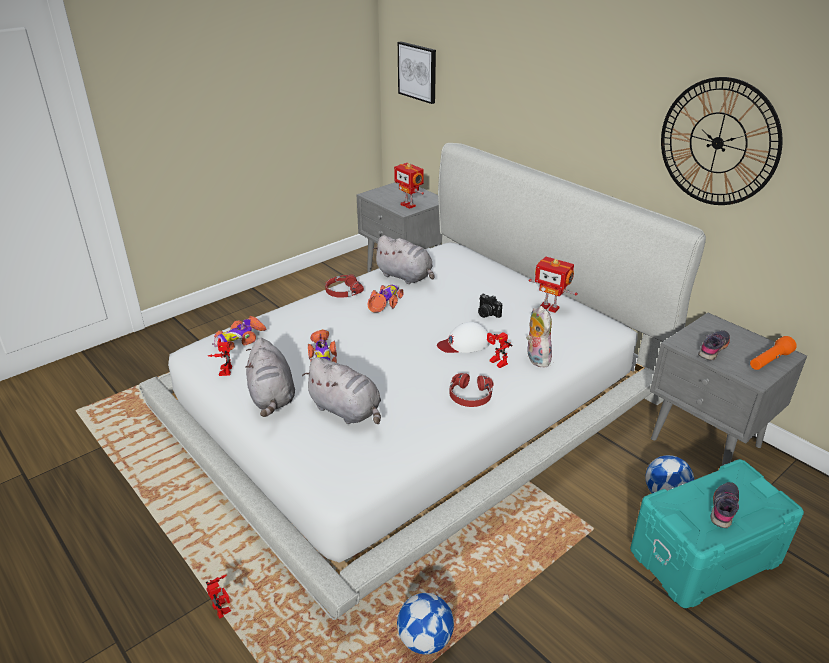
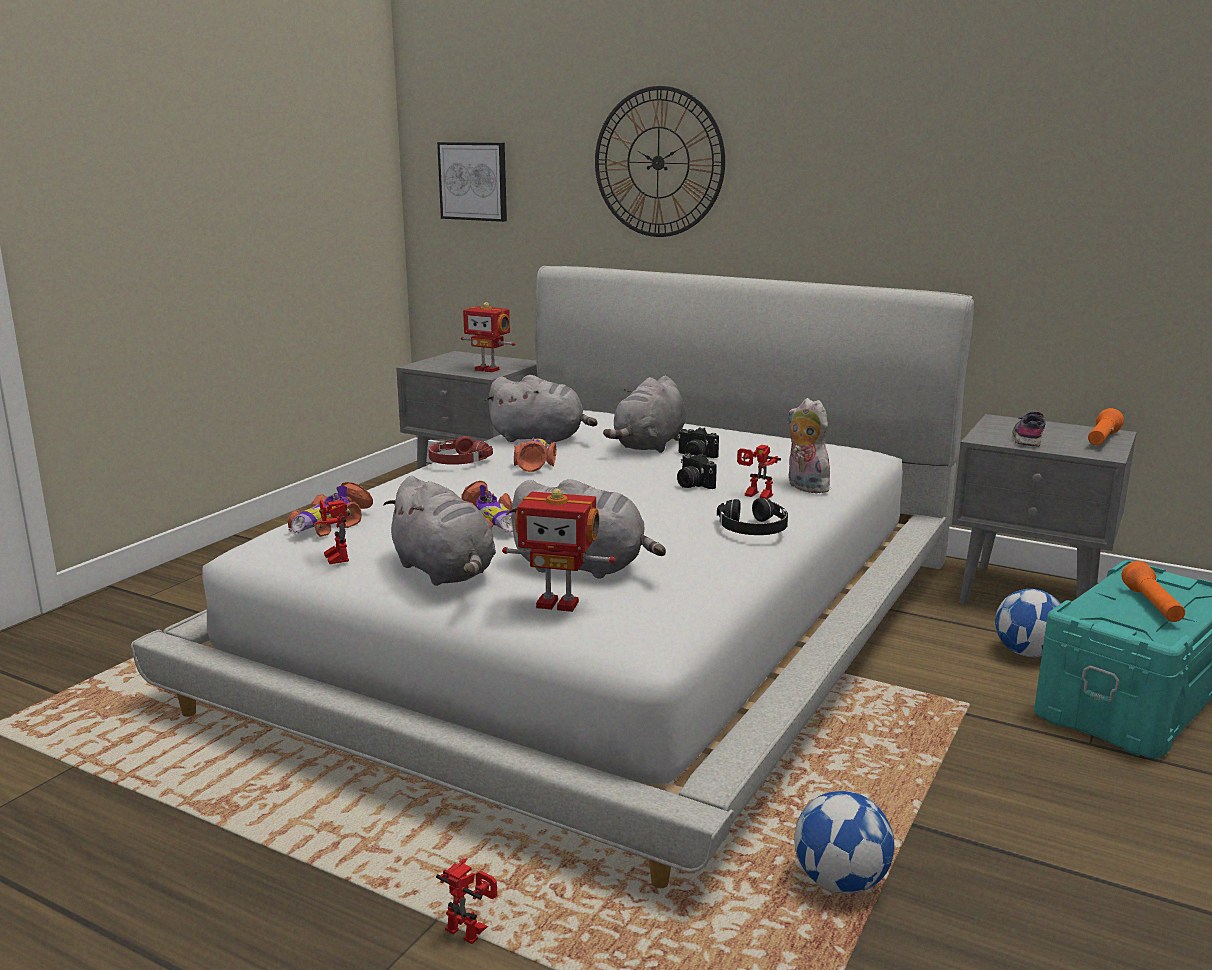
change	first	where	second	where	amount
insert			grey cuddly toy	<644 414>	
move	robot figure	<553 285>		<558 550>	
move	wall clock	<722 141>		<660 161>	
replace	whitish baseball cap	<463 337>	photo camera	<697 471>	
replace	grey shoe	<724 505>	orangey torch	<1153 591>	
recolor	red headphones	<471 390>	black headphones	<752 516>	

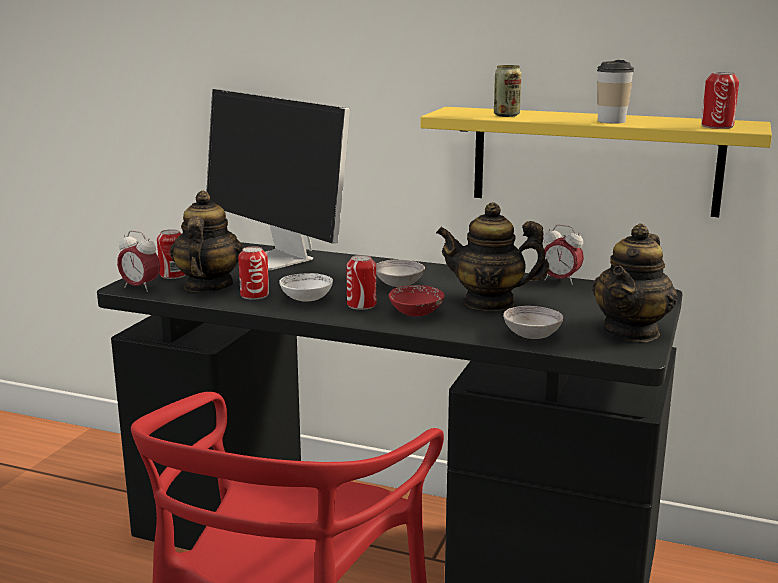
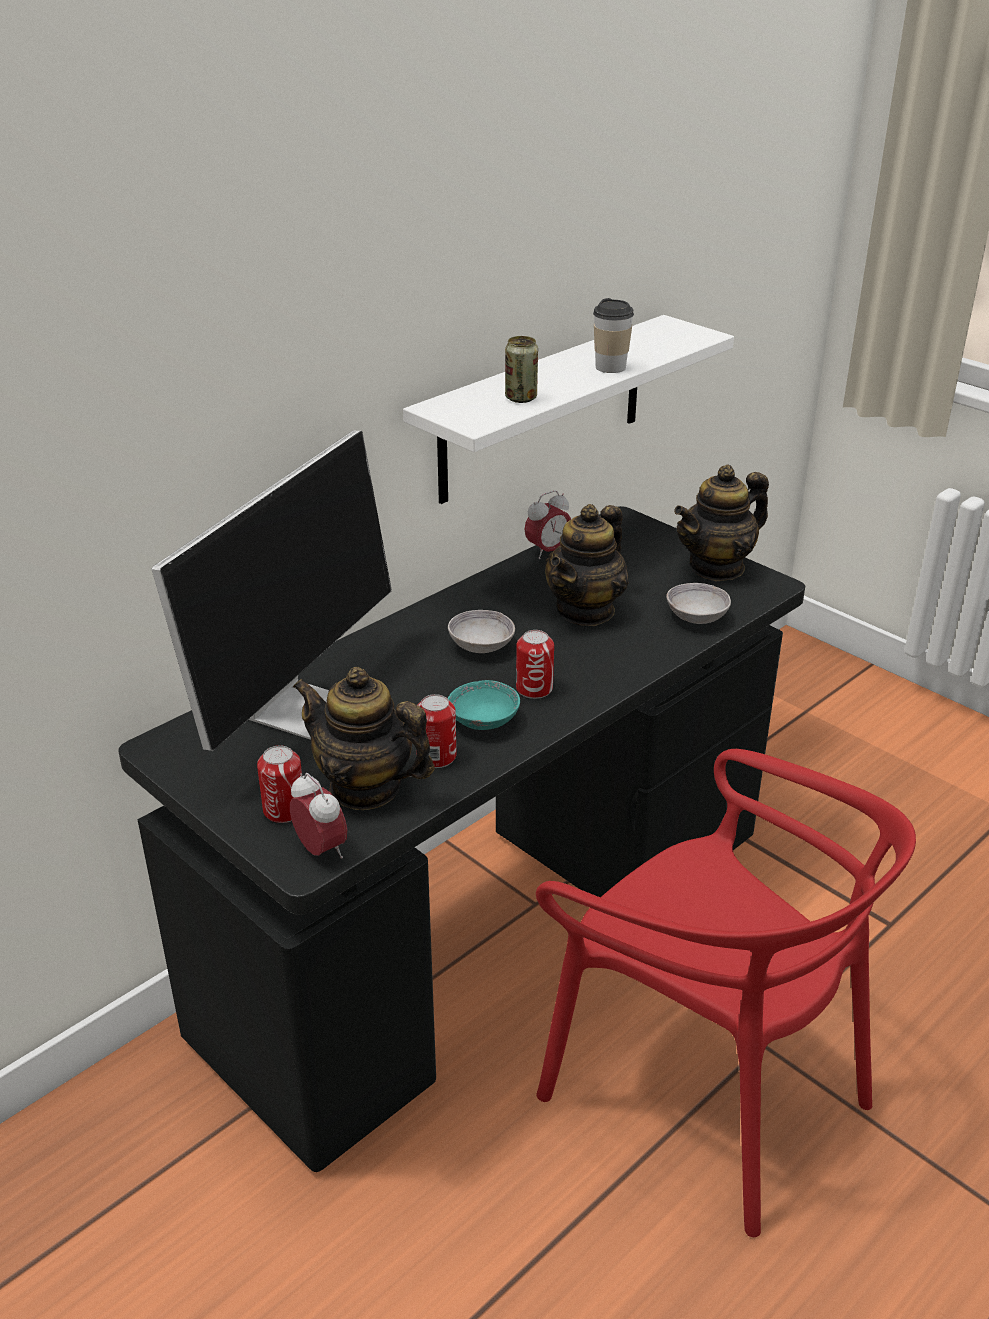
change	first	where	second	where	amount
delete	red bowl	<416 300>			
delete	sealed can	<720 100>			
recolor	whitish bowl	<306 287>	turquoise bowl	<484 705>	
recolor	yellowish bracket shelf	<596 162>	whitish bracket shelf	<568 409>	
rotate	table clock	<138 261>		<318 816>	90 degrees counterclockwise
rotate	monitor	<278 179>		<271 591>	45 degrees counterclockwise
rotate	teapot	<634 282>		<721 523>	90 degrees clockwise

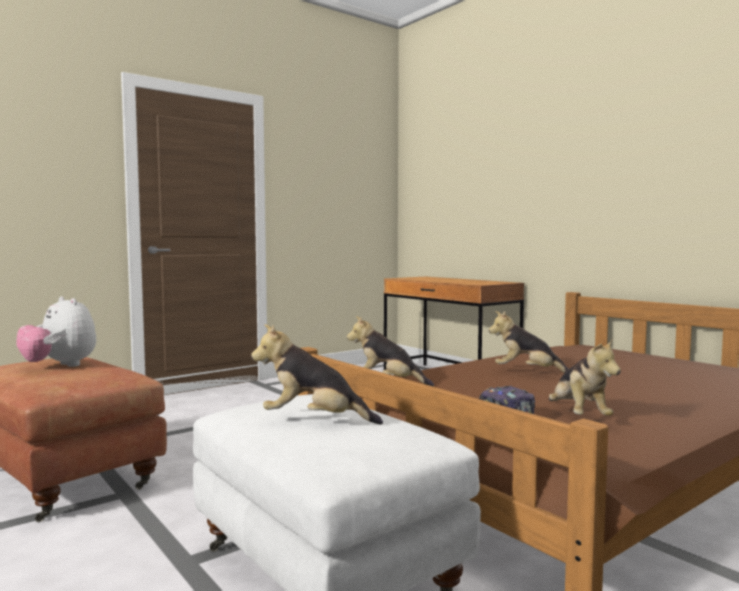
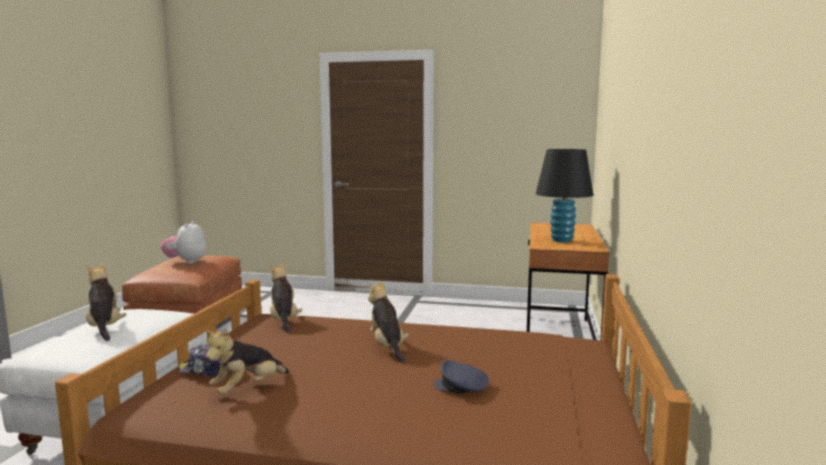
change	first	where	second	where	amount
insert			grey baseball cap	<461 377>	
insert			black tabletop lamp	<564 196>	

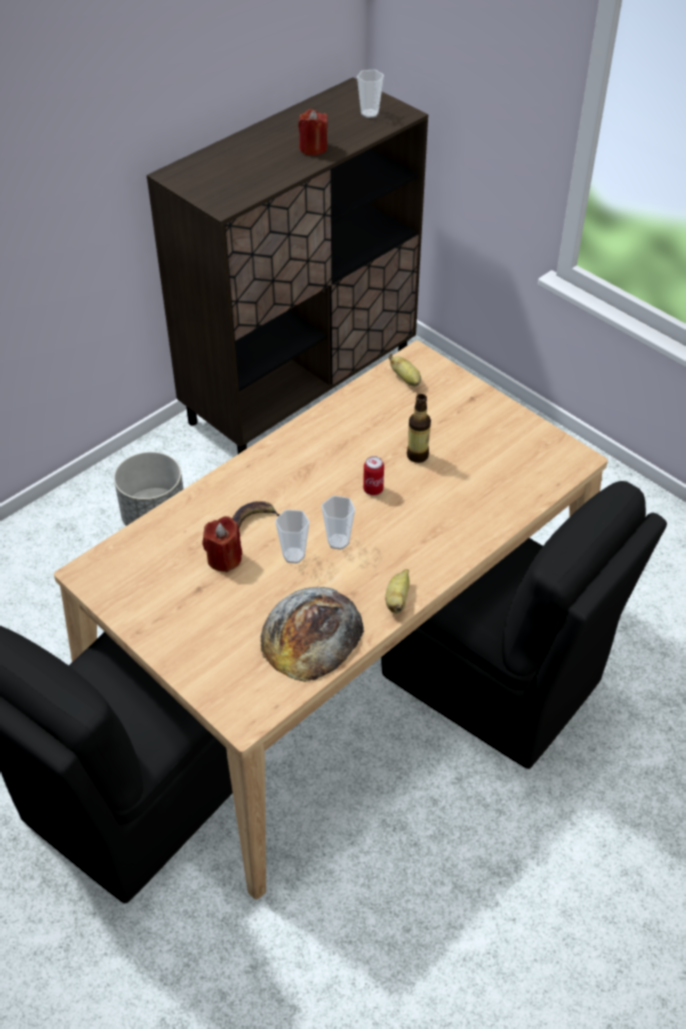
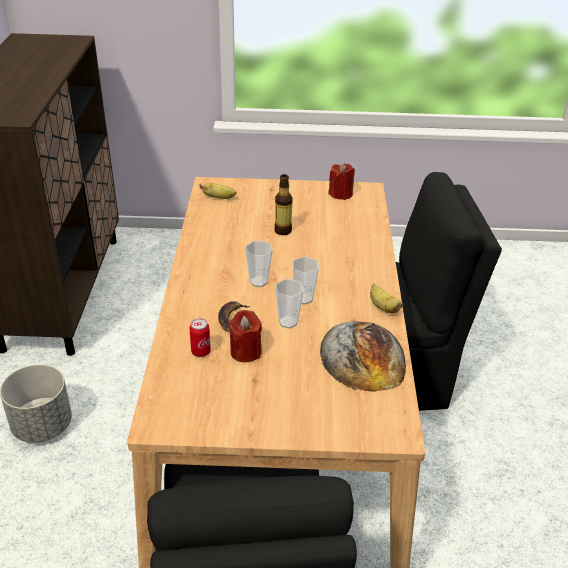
change	first	where	second	where	amount
move	red wax light	<313 132>		<341 181>	
move	cup	<370 94>		<259 264>	
move	sealed can	<373 475>		<200 337>	

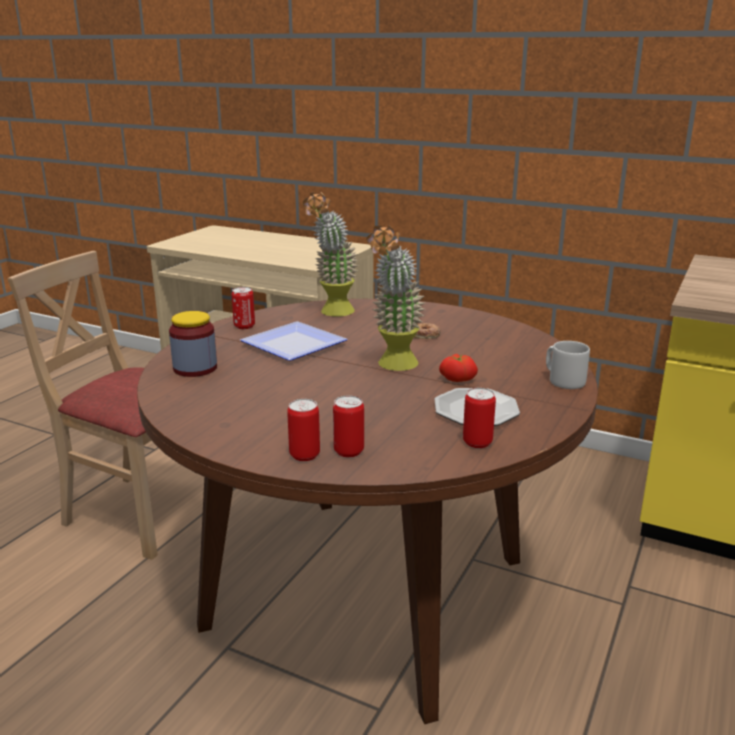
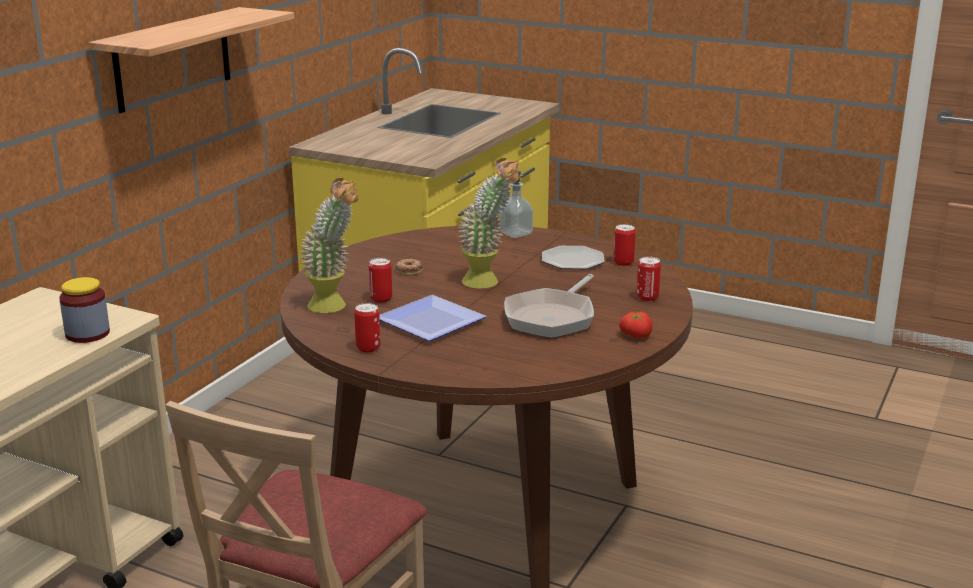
change	first	where	second	where	amount
insert			bracket shelf	<191 60>	
insert			pan	<549 306>	
move	storage jar	<193 344>		<84 310>	
move	sealed can	<303 430>		<380 280>	
move	tomato	<458 368>		<636 325>	
replace	grey mug	<568 365>	soap bottle	<516 204>	

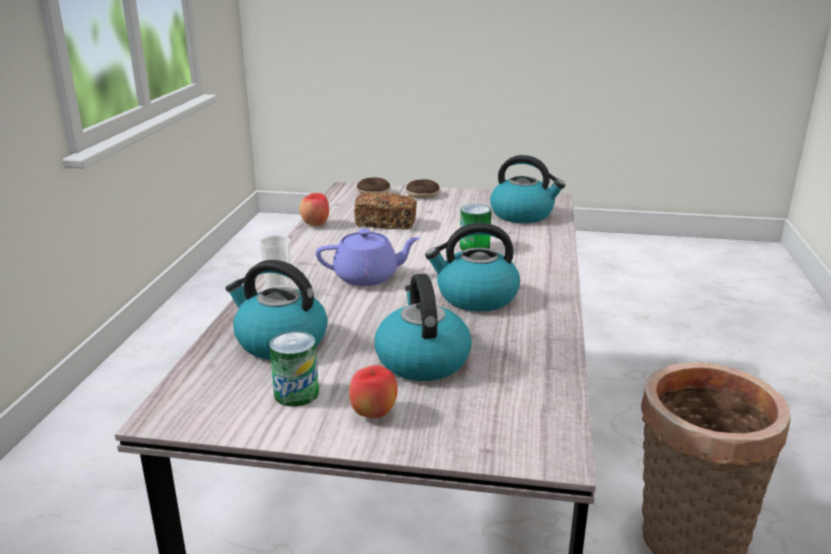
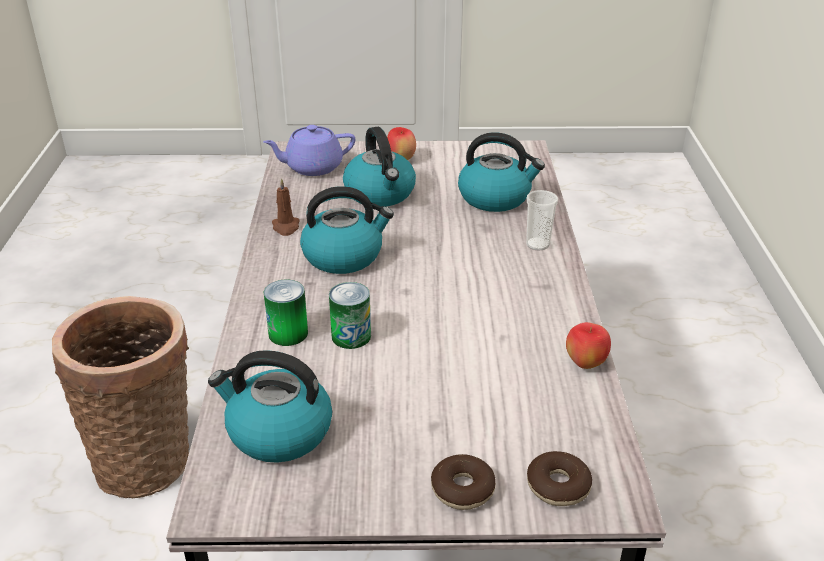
change	first	where	second	where	amount
delete	baked bread	<385 211>			
insert			brown-coloured wax light	<286 207>	
move	sealed can	<294 368>		<286 312>	
move	purple-coloured teapot	<368 257>		<309 150>	

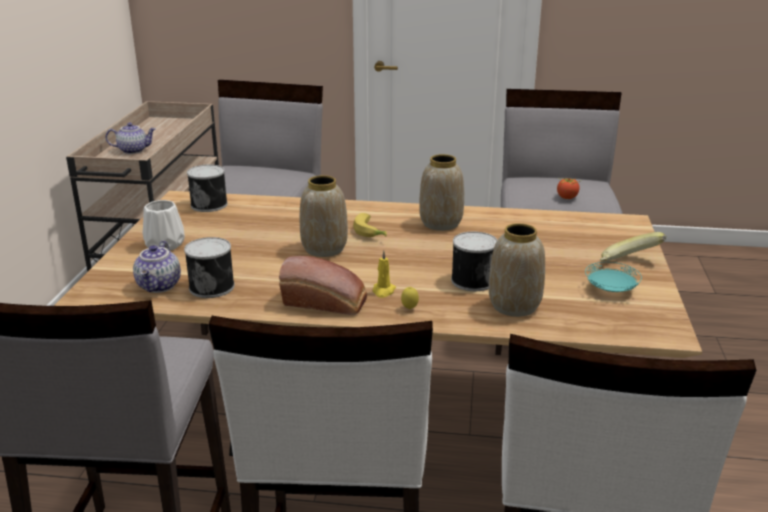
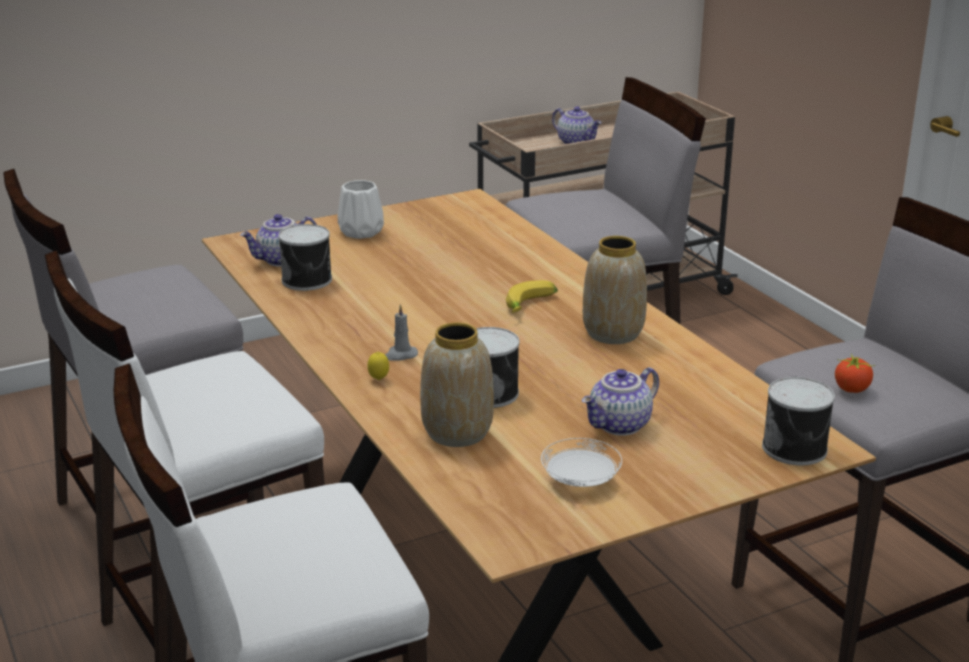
change	first	where	second	where	amount
delete	baked bread	<323 285>			
delete	vase	<324 216>			
delete	banana fruit	<633 246>			
insert			teapot	<620 401>	
move	sealed can	<207 188>		<798 421>	
recolor	yellowish wax light	<384 274>	grey wax light	<401 332>	
recolor	turquoise plate	<613 277>	whitish plate	<581 462>	

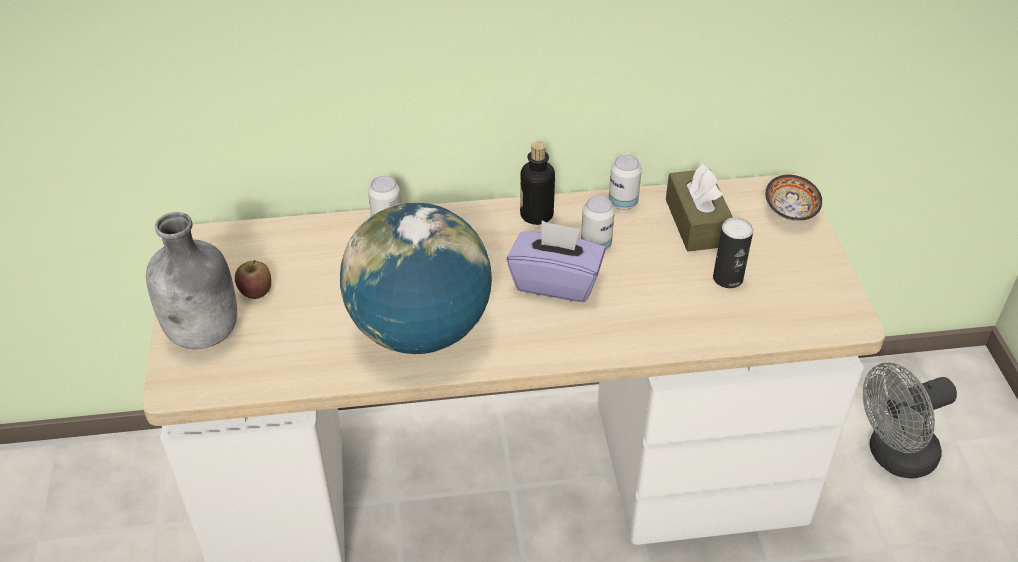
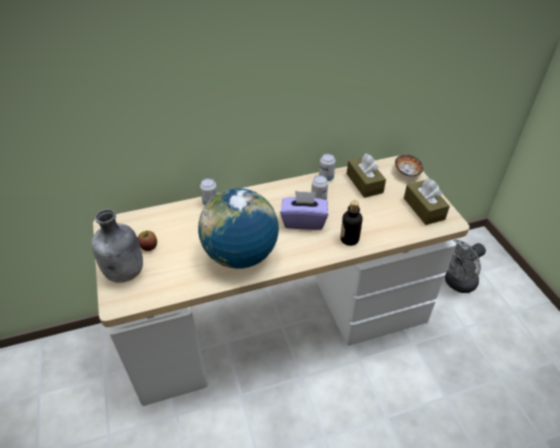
change	first	where	second	where	amount
delete	sealed can	<733 252>			
insert			brown-coloured tissue box	<427 201>	
move	bottle	<537 183>		<351 223>	

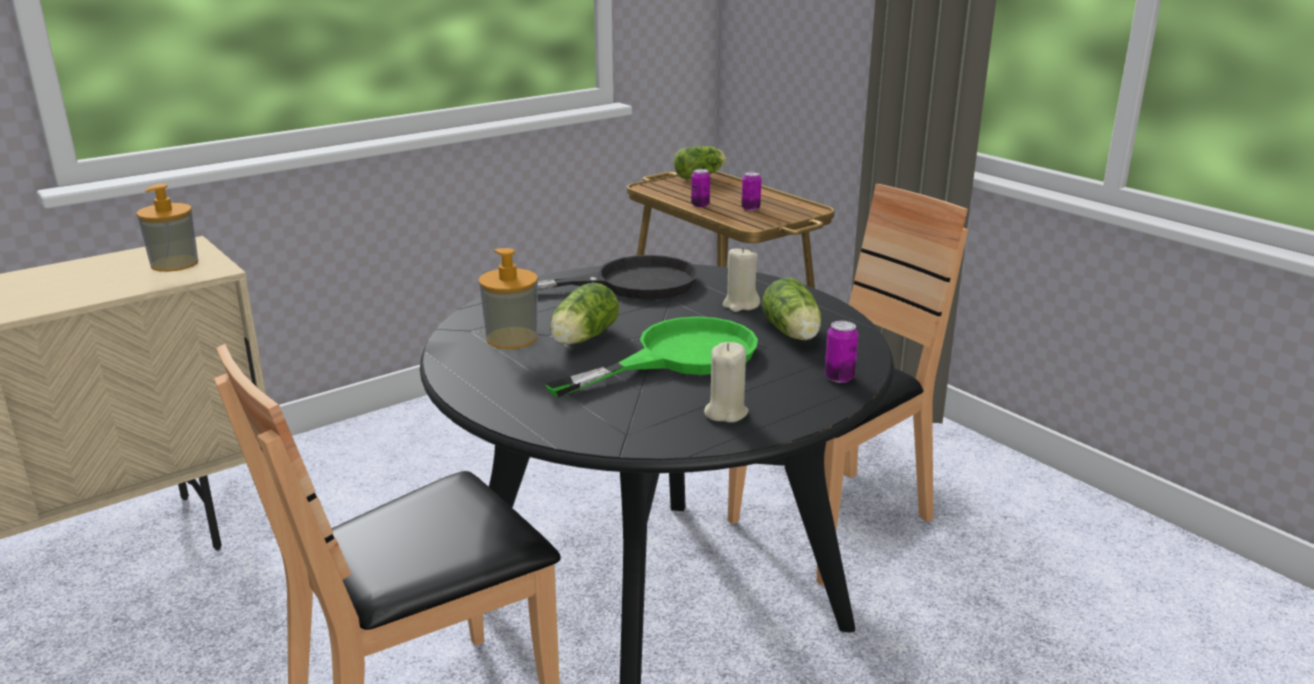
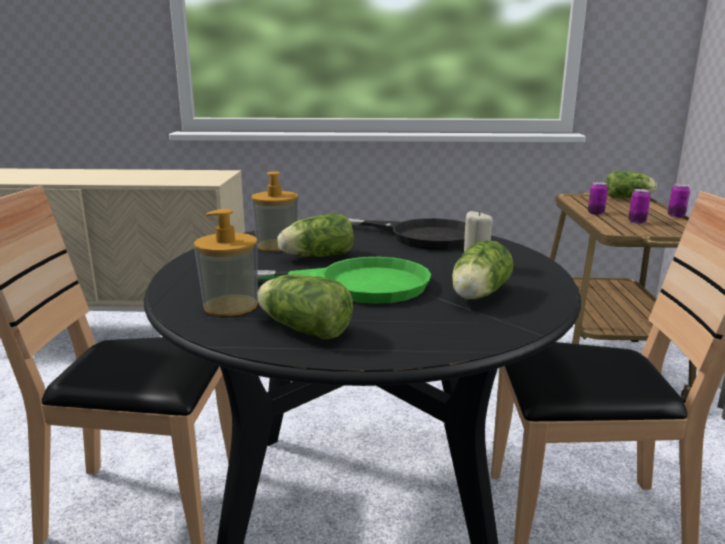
change	first	where	second	where	amount
move	soap bottle	<167 228>		<226 262>	
move	sealed can	<841 352>		<678 201>	
replace	sand-coloured wax light	<726 382>	lettuce head	<305 307>	

